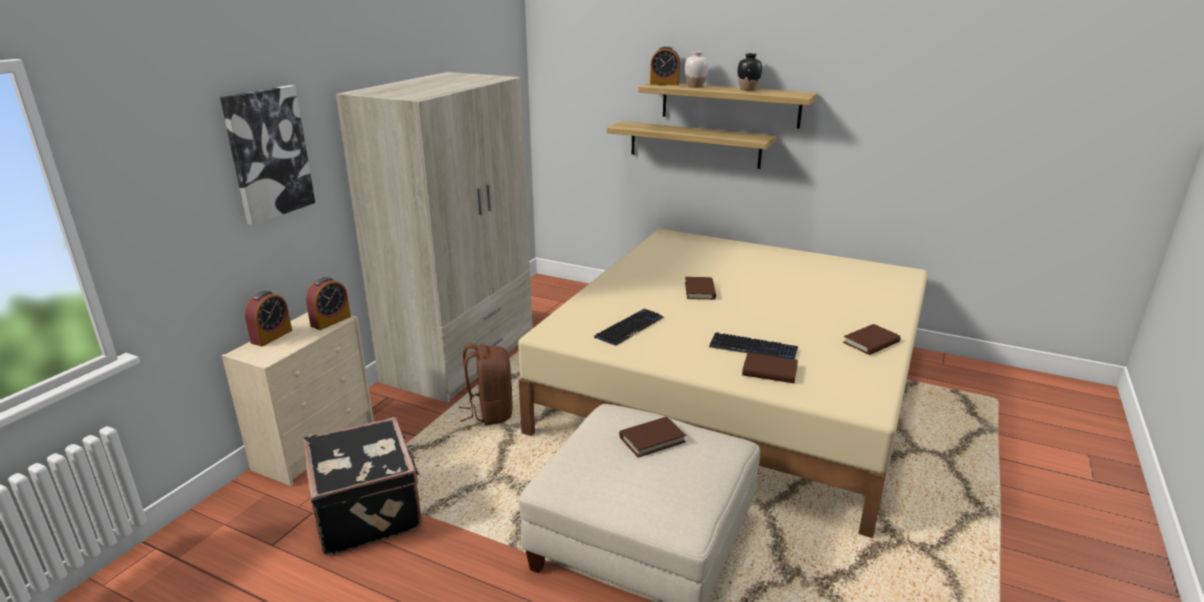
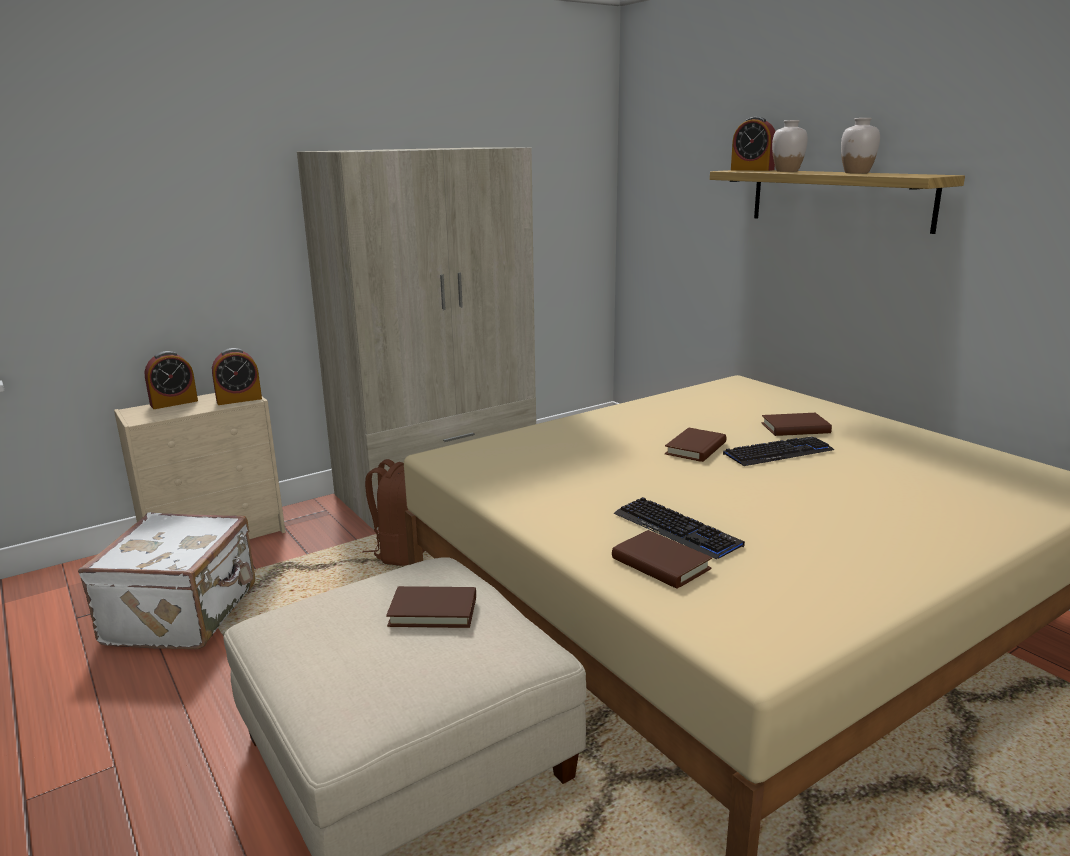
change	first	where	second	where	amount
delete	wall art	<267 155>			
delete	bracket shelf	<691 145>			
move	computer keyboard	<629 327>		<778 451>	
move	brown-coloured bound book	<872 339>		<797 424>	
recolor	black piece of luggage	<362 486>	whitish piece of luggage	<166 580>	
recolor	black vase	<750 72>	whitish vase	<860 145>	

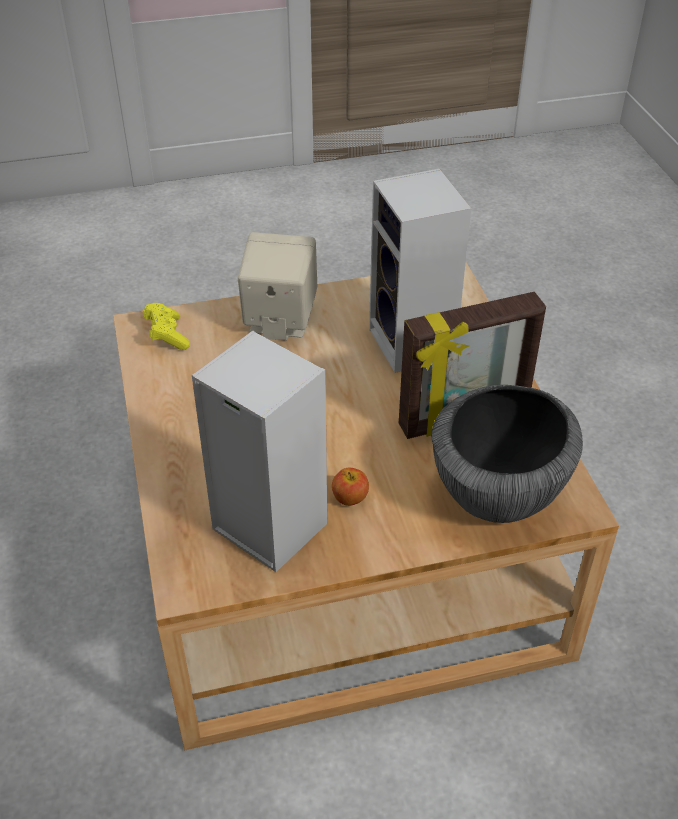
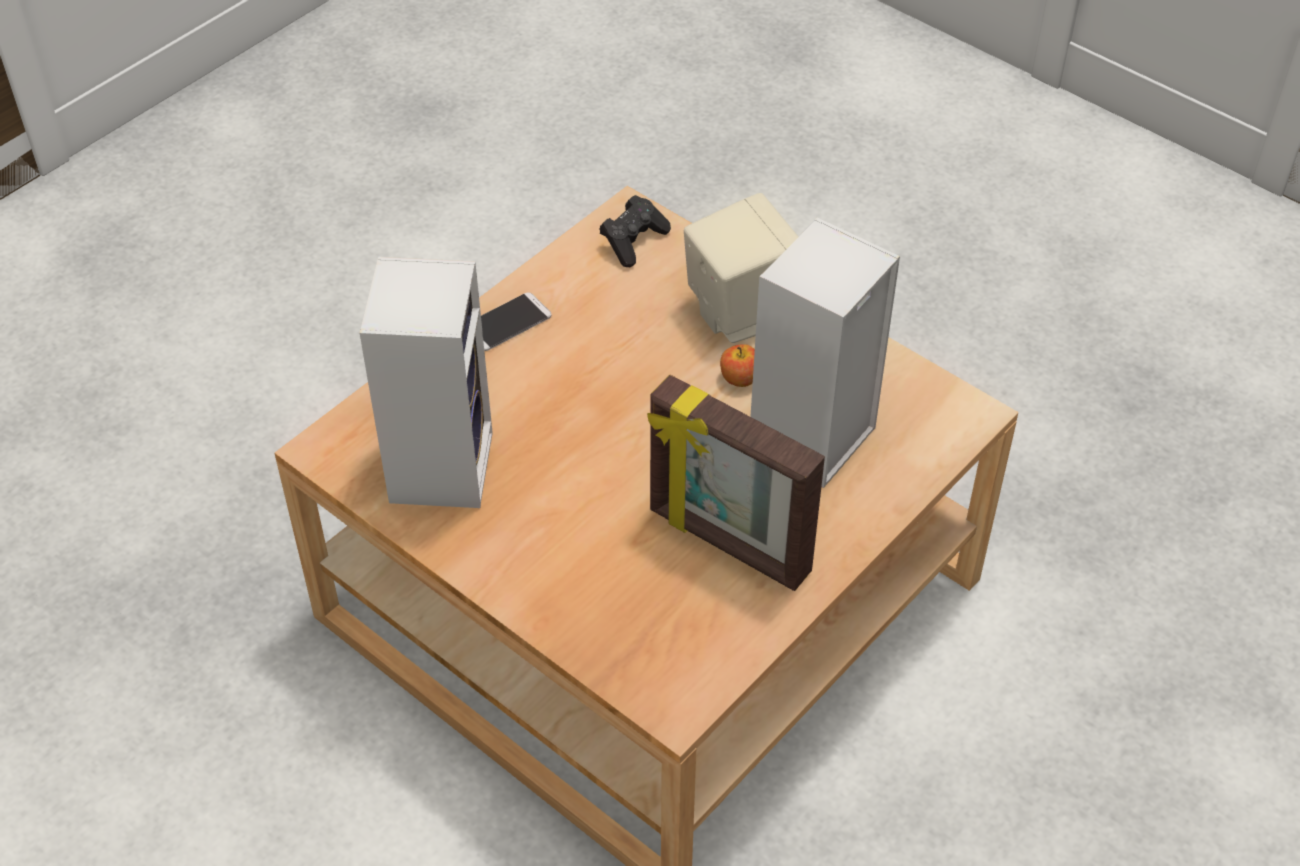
change	first	where	second	where	amount
delete	bowl	<507 454>			
insert			telephone	<516 321>	
move	apple fruit	<350 487>		<737 365>	
recolor	yellowish gamepad	<166 326>	black gamepad	<635 231>	

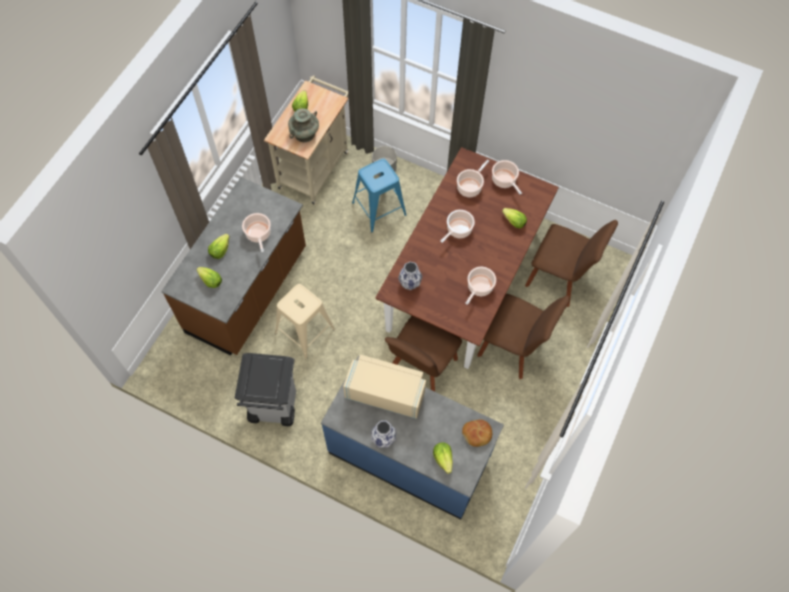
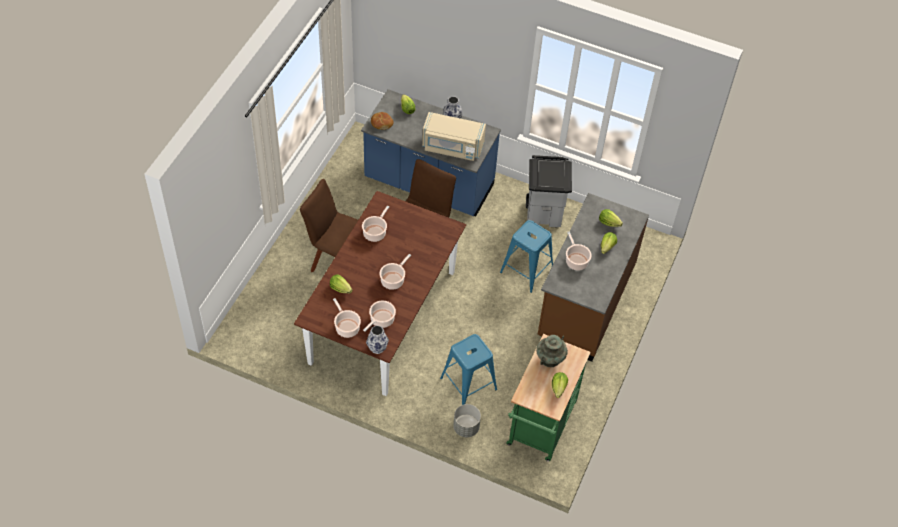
change	first	where	second	where	amount
delete	brown-coloured plain chair	<571 263>			
move	vase	<410 276>		<377 339>	
recolor	sand-coloured wheeled cart	<306 140>	greenish wheeled cart	<548 398>	
recolor	sand-coloured stool seat	<305 321>	blue stool seat	<526 256>	

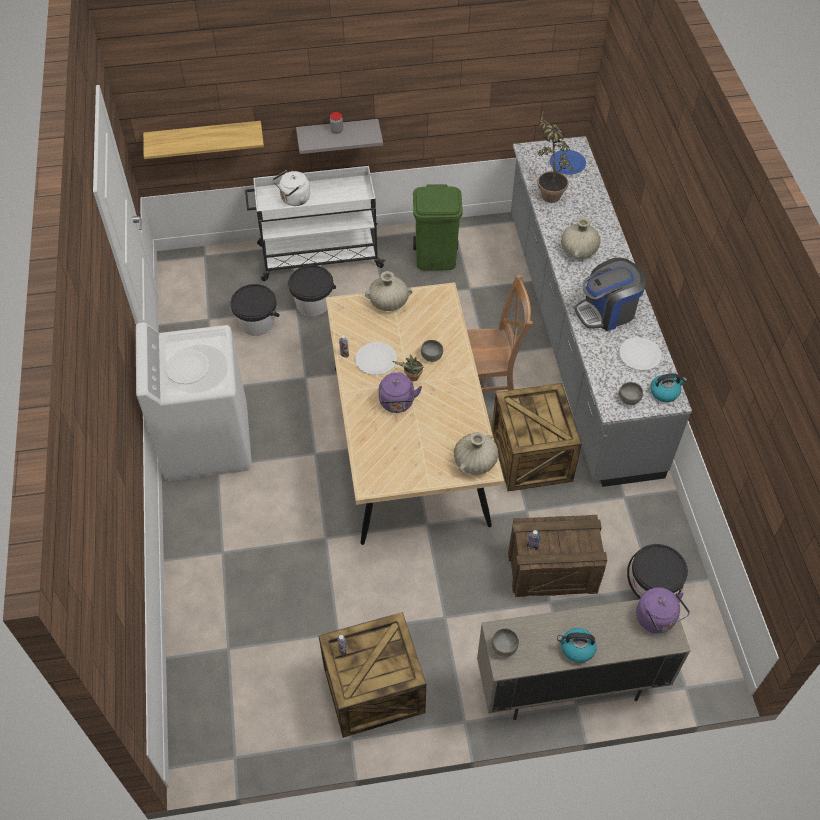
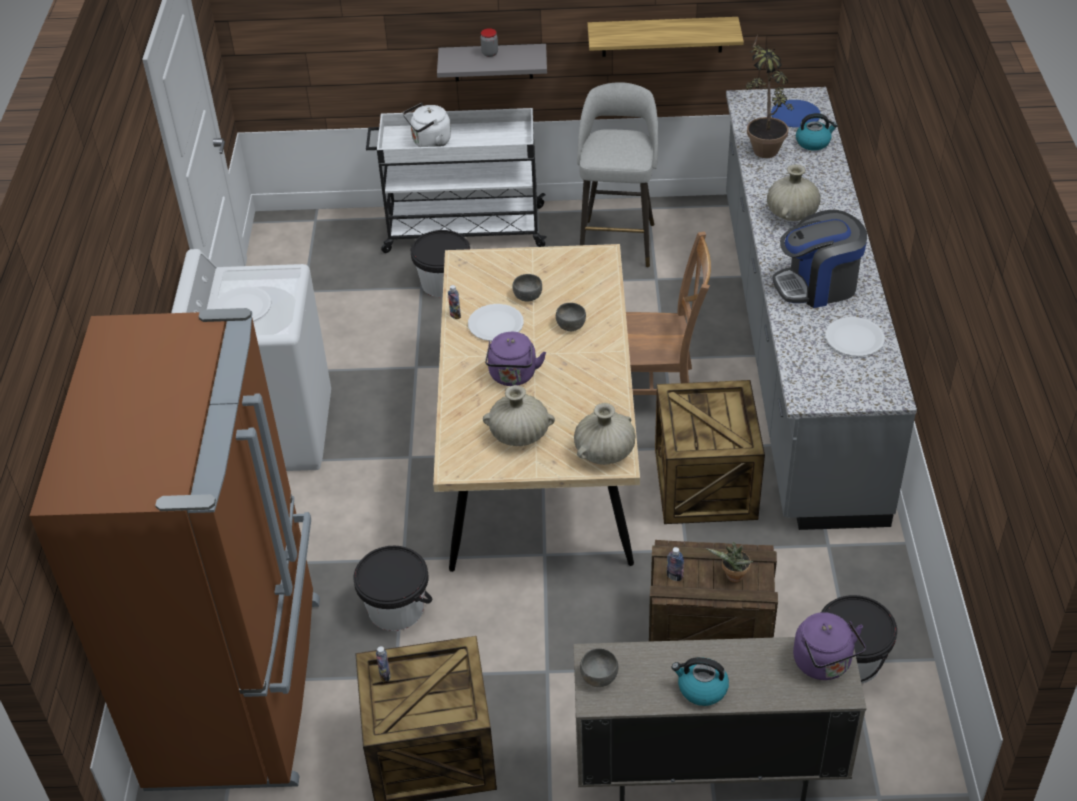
change	first	where	second	where	amount
insert			brown-coloured kitchen fridge	<175 549>	
move	bracket shelf	<203 140>		<665 37>	
move	black bucket	<255 310>		<392 588>	
move	sand-coloured vase	<388 291>		<519 415>	
move	plant in a pot	<408 368>		<729 562>	
move	grey bowl	<631 393>		<527 288>	
move	water kettle	<668 387>		<817 132>	
replace	greenish rubbish bin	<438 227>	grey stool seat	<617 174>	

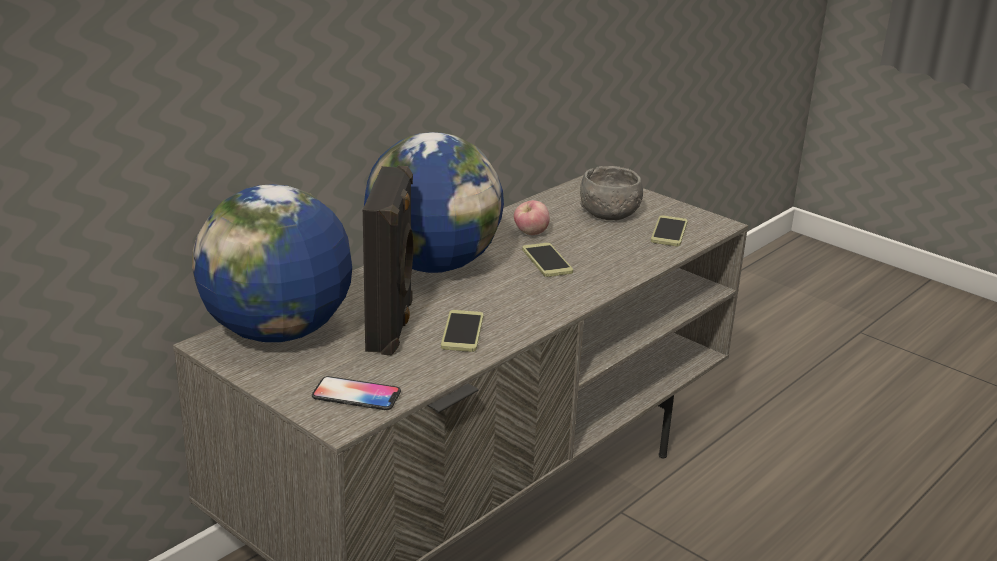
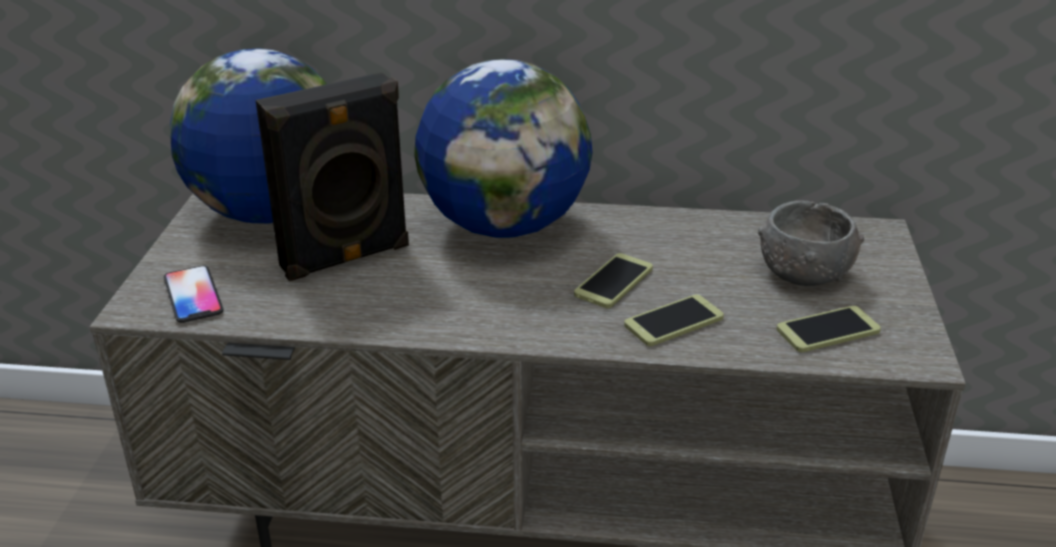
change	first	where	second	where	amount
delete	apple fruit	<532 217>			
move	telephone	<462 331>		<674 320>	

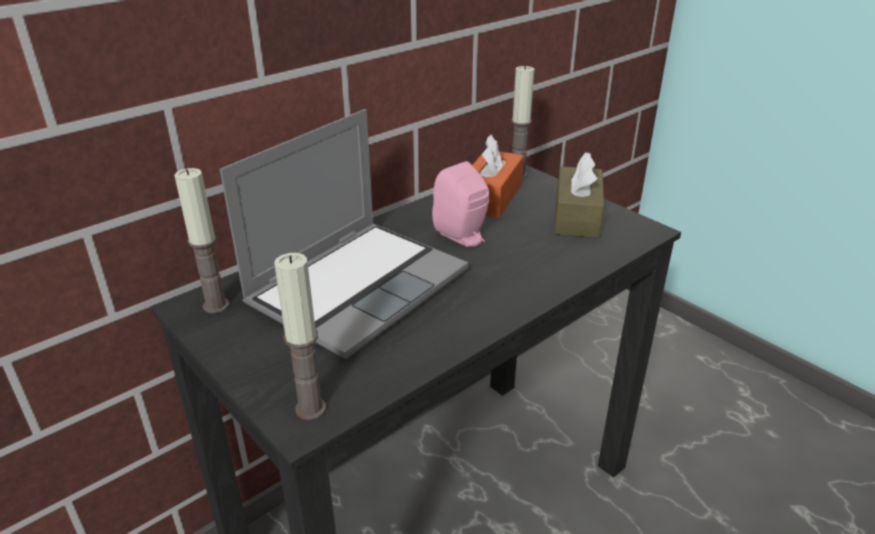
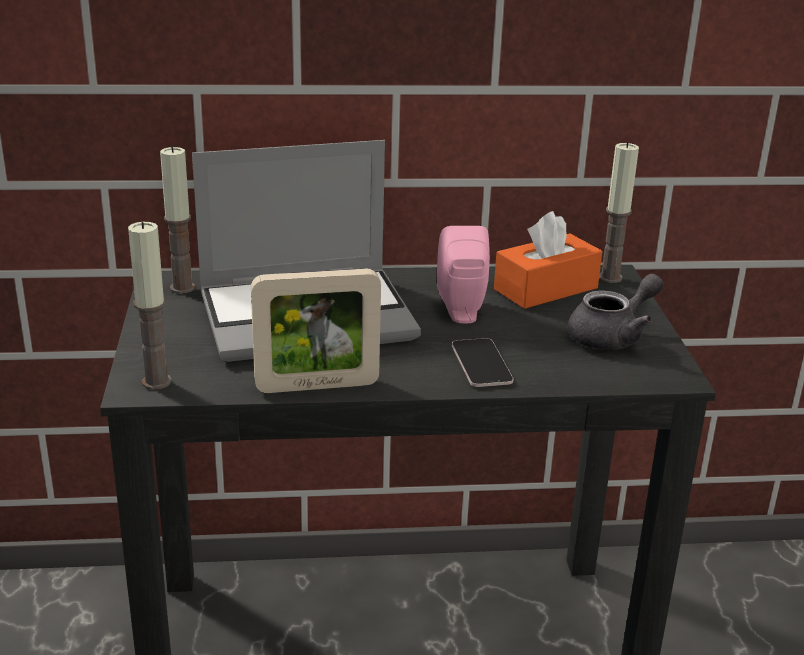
change	first	where	second	where	amount
insert			photo frame	<316 331>	
insert			telephone	<483 362>	
replace	brown-coloured tissue box	<579 195>	grey teapot	<615 312>	

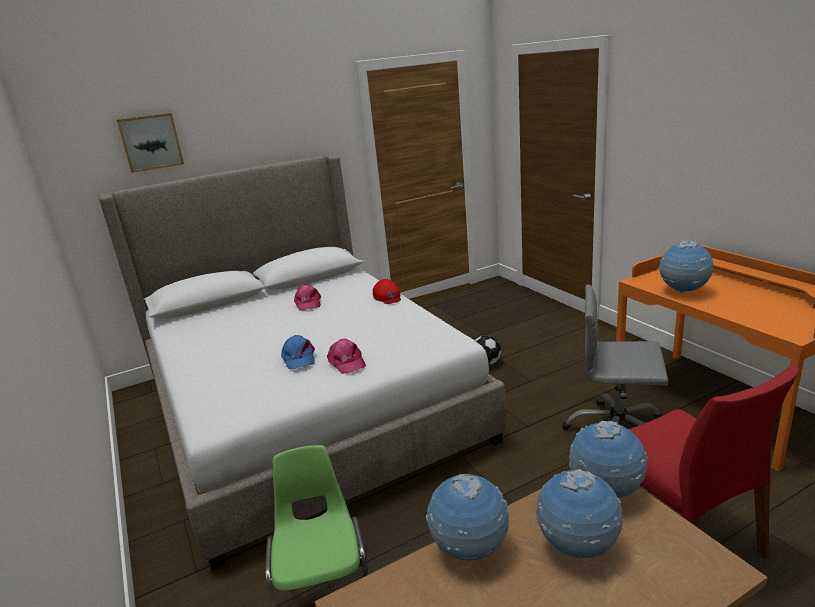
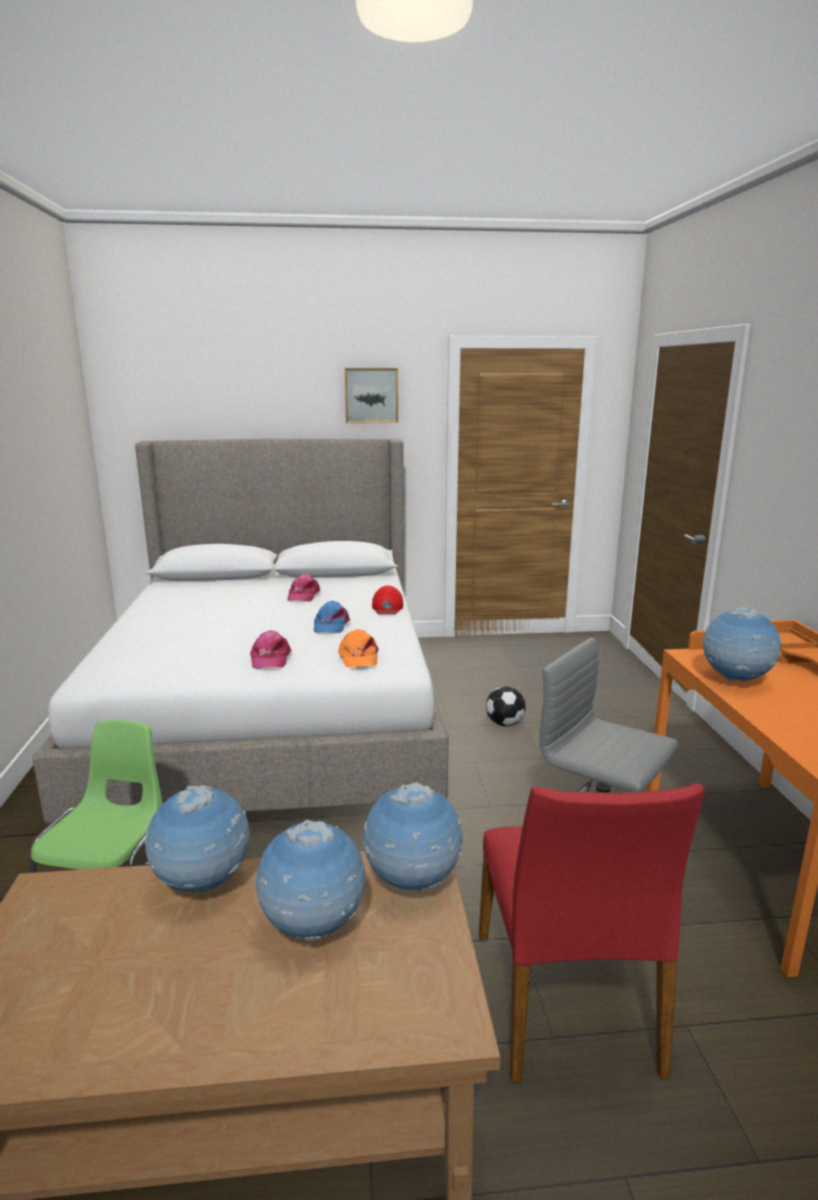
change	first	where	second	where	amount
insert			orangey baseball cap	<358 648>	
move	wall art	<150 143>		<371 395>	
move	blue baseball cap	<298 352>		<332 617>	

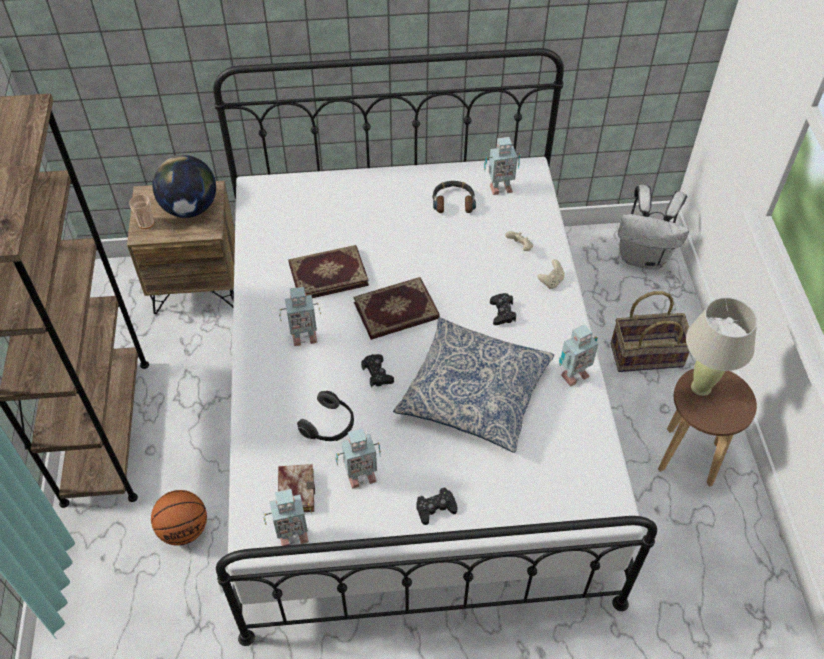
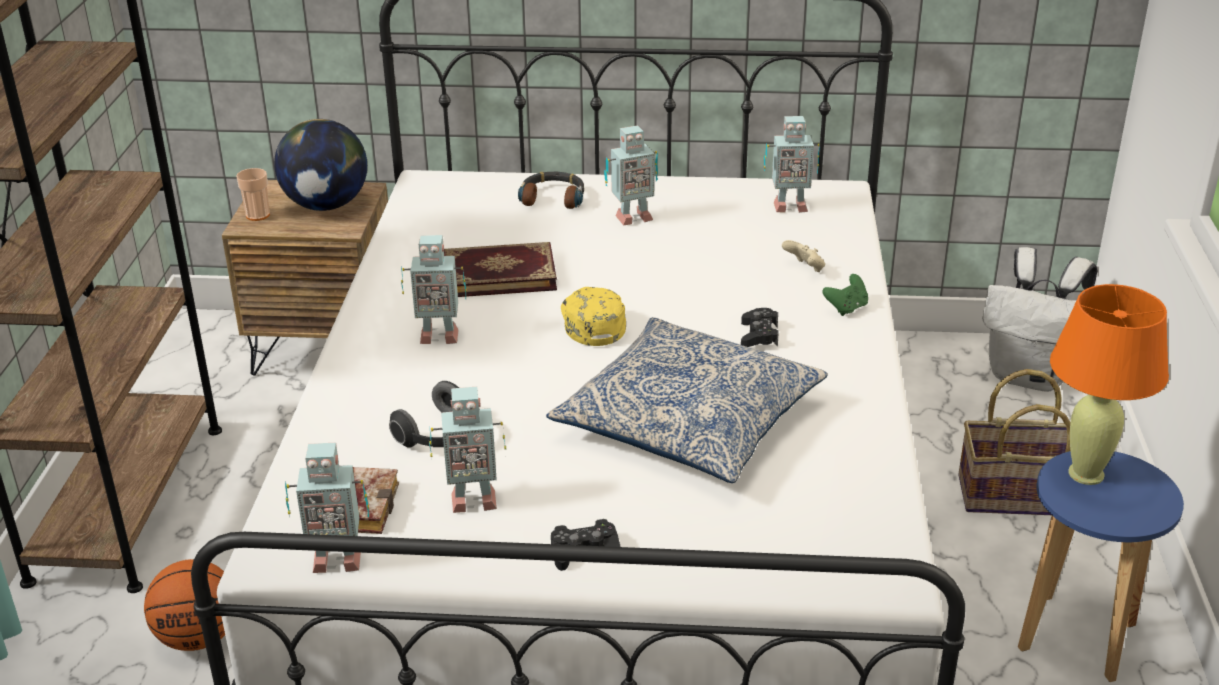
change	first	where	second	where	amount
delete	black gamepad	<377 371>			
move	headphones	<454 197>		<551 190>	
move	robot figure	<578 355>		<631 175>	
replace	bound book	<396 308>	yellowish baseball cap	<593 316>	
recolor	sand-coloured gamepad	<551 274>	greenish gamepad	<845 295>	
recolor	brown-coloured stool seat	<707 428>	blue stool seat	<1101 566>	
recolor	sand-coloured tabletop lamp	<721 346>	orangey tabletop lamp	<1109 384>	

